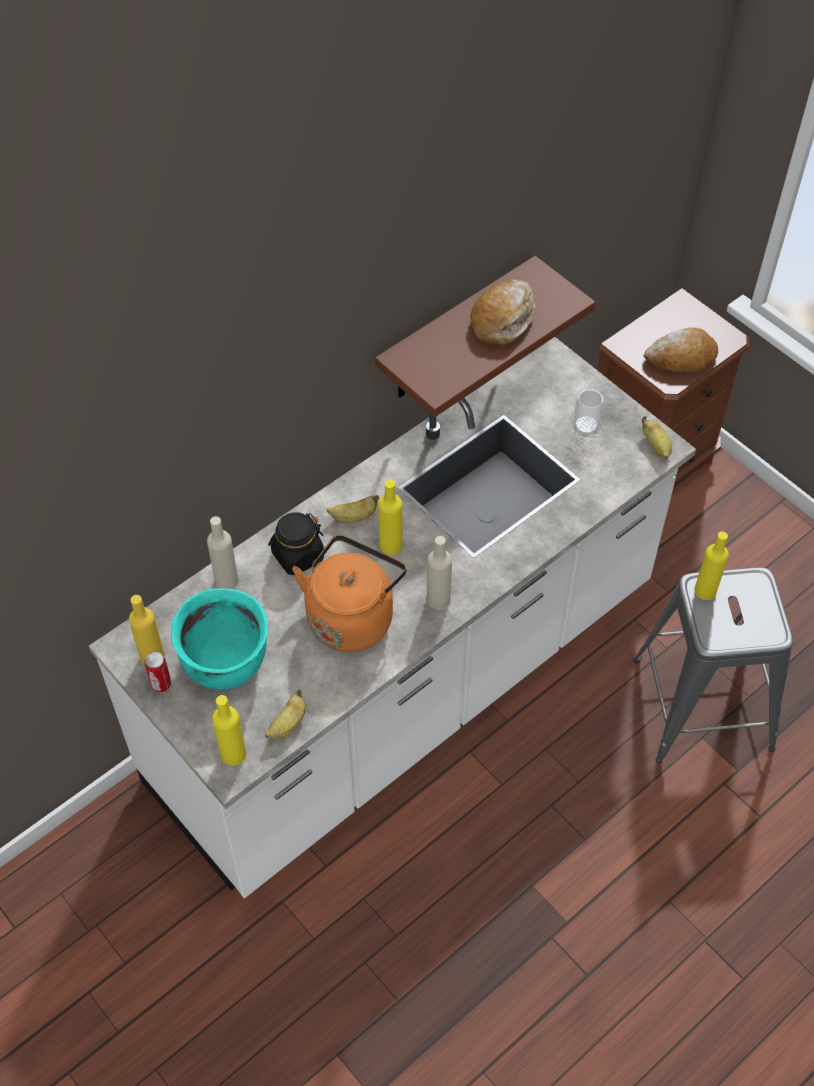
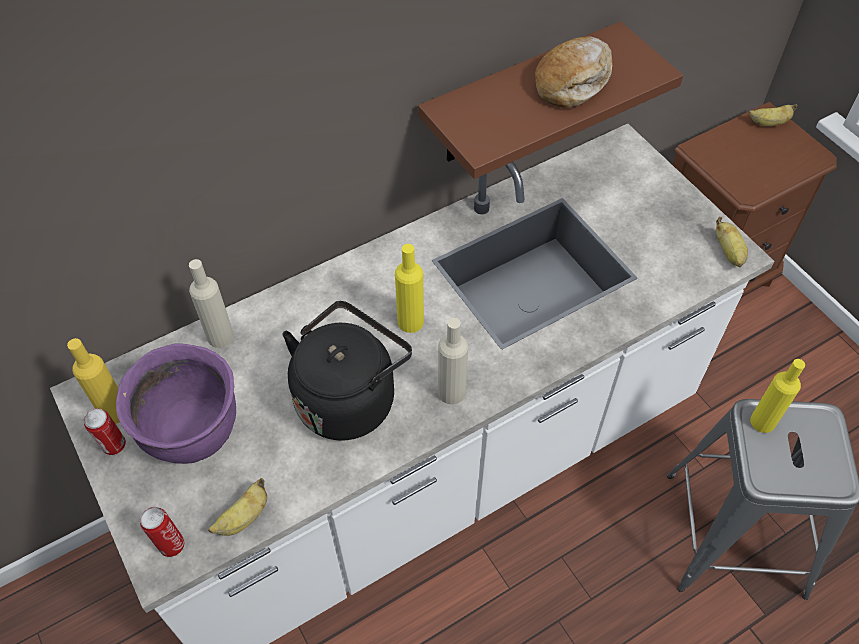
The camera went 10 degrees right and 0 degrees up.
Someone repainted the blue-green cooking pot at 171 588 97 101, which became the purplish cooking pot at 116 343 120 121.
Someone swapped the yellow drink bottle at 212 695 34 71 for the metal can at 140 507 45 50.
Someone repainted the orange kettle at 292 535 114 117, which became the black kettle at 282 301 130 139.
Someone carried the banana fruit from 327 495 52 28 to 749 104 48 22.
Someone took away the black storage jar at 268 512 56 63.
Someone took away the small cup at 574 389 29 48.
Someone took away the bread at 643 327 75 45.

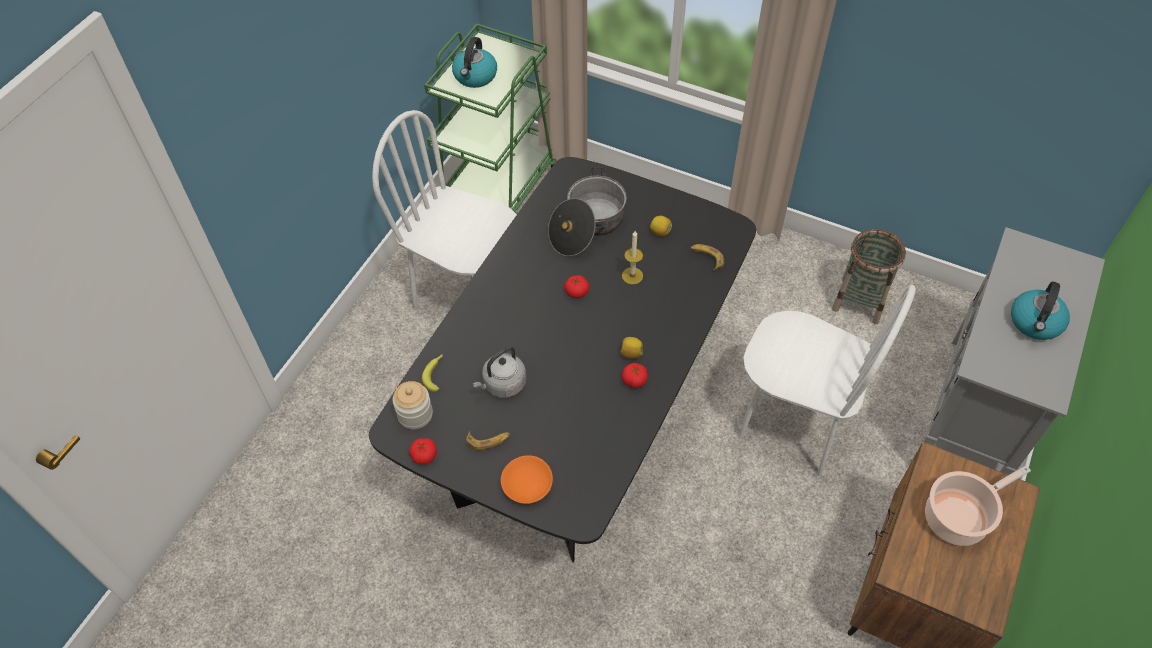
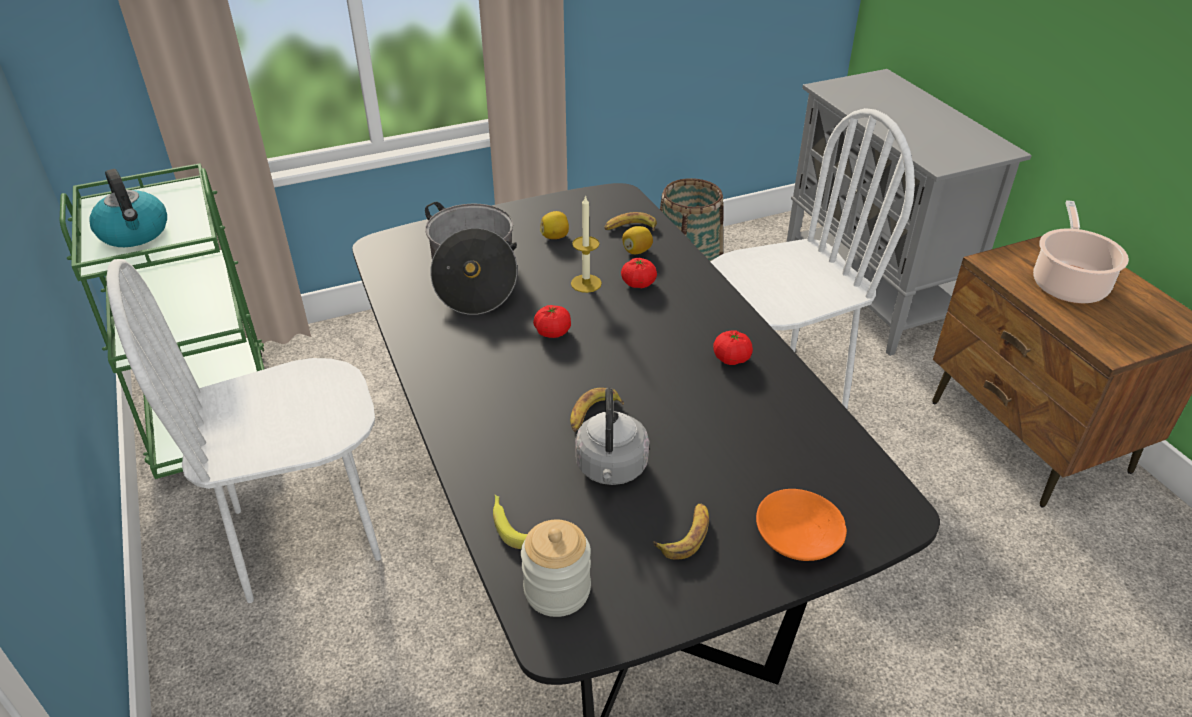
The camera went 50 degrees left and 15 degrees down.
Someone put down the banana fruit at 570 388 54 44.
Someone carried the tomato from 409 438 28 26 to 621 258 36 30.
Someone carried the citrus fruit from 621 337 22 21 to 622 226 31 28.
Someone took away the kettle at 1011 282 59 58.

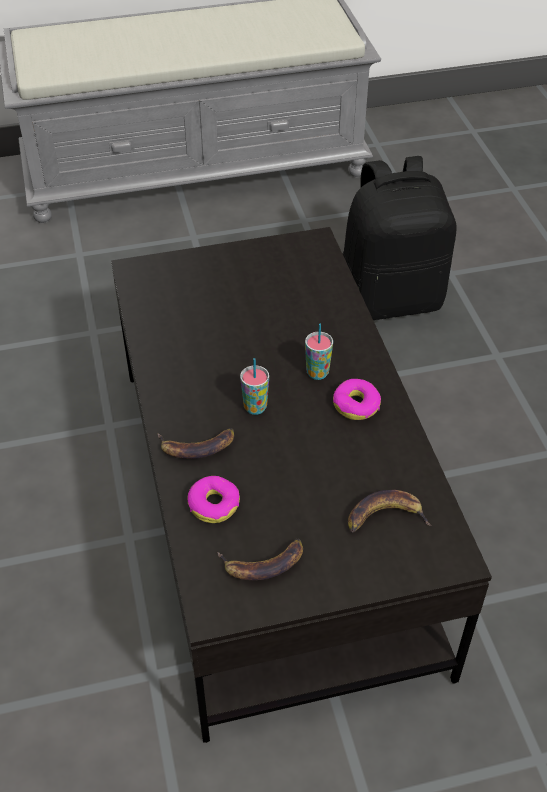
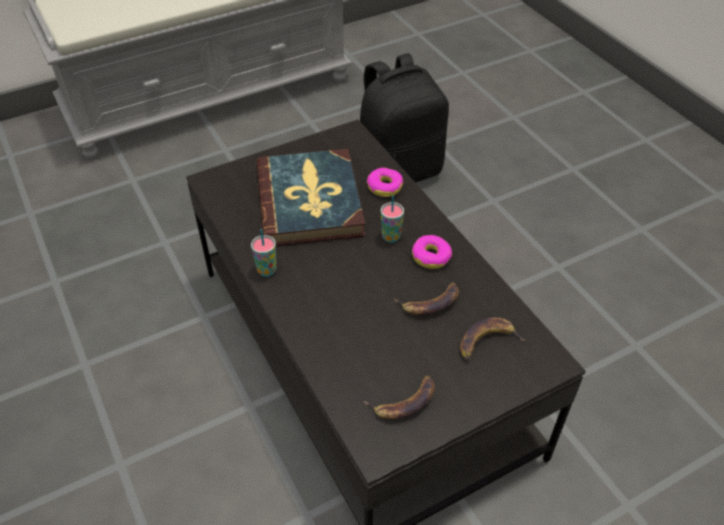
The camera went 15 degrees left and 0 degrees up.
Someone carried the small cup from 240 358 29 57 to 251 229 26 48.
Someone put down the bound book at 257 149 108 97.
Someone carried the donut from 188 476 52 47 to 367 168 36 29.
Someone carried the banana fruit from 157 428 77 31 to 394 282 65 33.

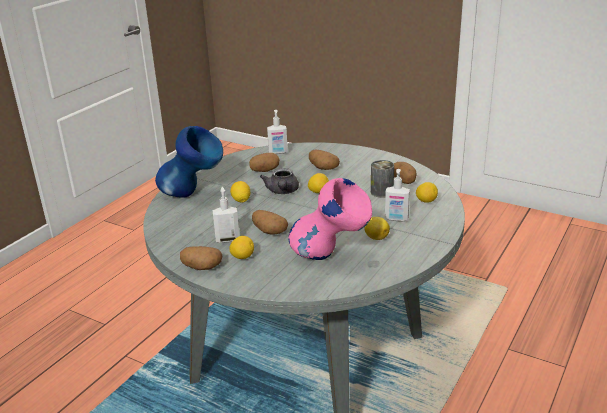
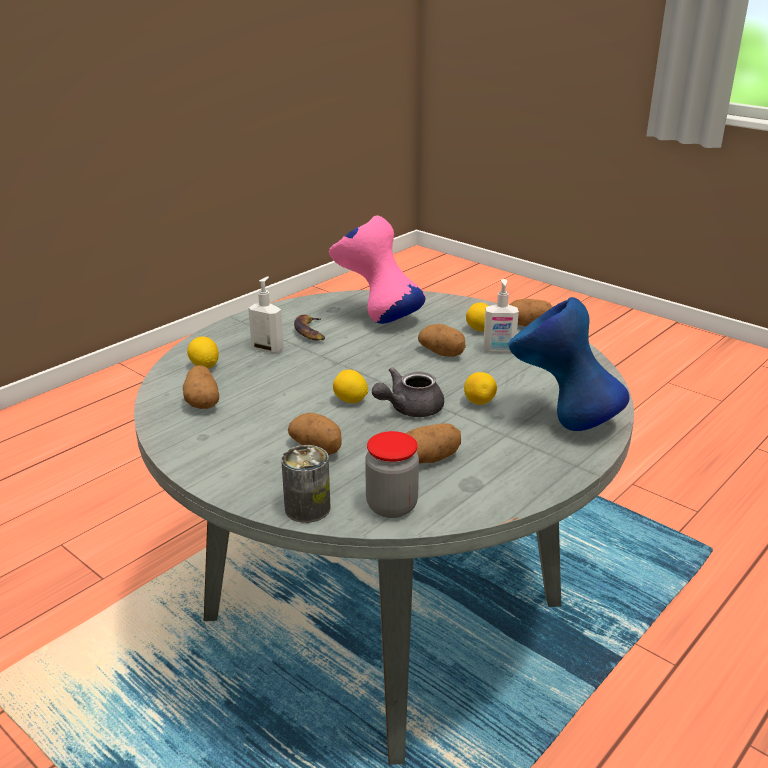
The camera went 170 degrees left and 0 degrees up.
Someone carried the metal can from 371 160 23 38 to 281 445 50 78.
Someone swapped the citrus fruit at 364 217 26 23 for the banana fruit at 294 314 31 27.
Someone swapped the soap dispenser at 267 110 21 44 for the storage jar at 365 431 54 87.
Someone rotated the gray teapot at 260 168 39 26 by 135 degrees counterclockwise.

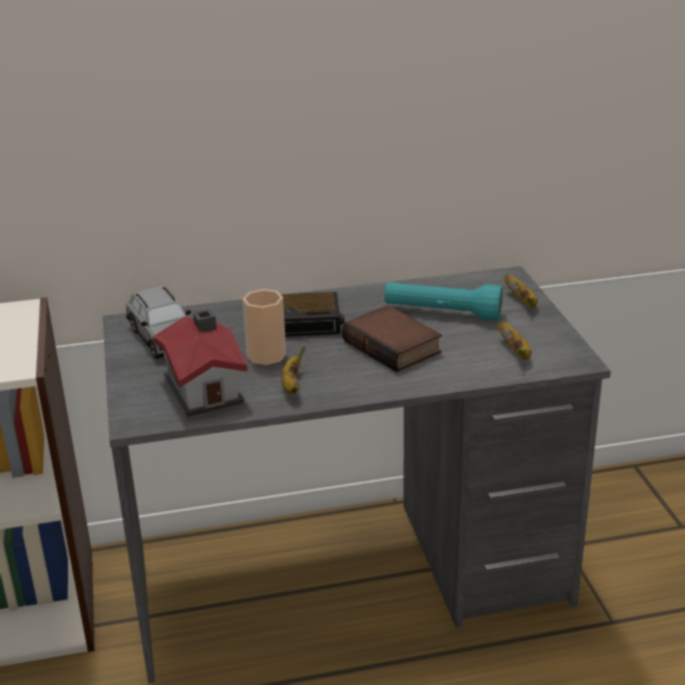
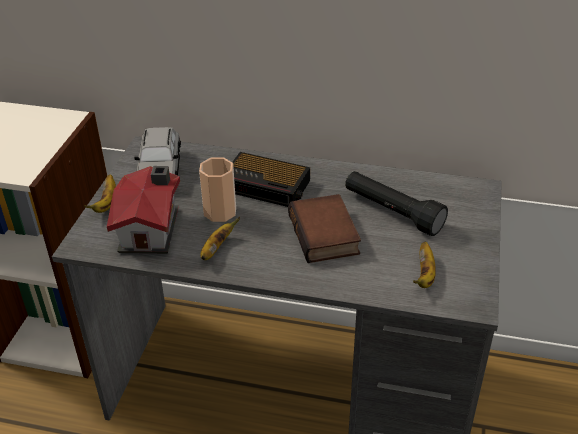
The camera went 25 degrees right and 10 degrees up.
Someone carried the banana fruit from 504 274 34 34 to 84 174 32 39.
Someone repainted the blue-green hand torch at 384 282 119 39, which became the black hand torch at 345 171 103 65.

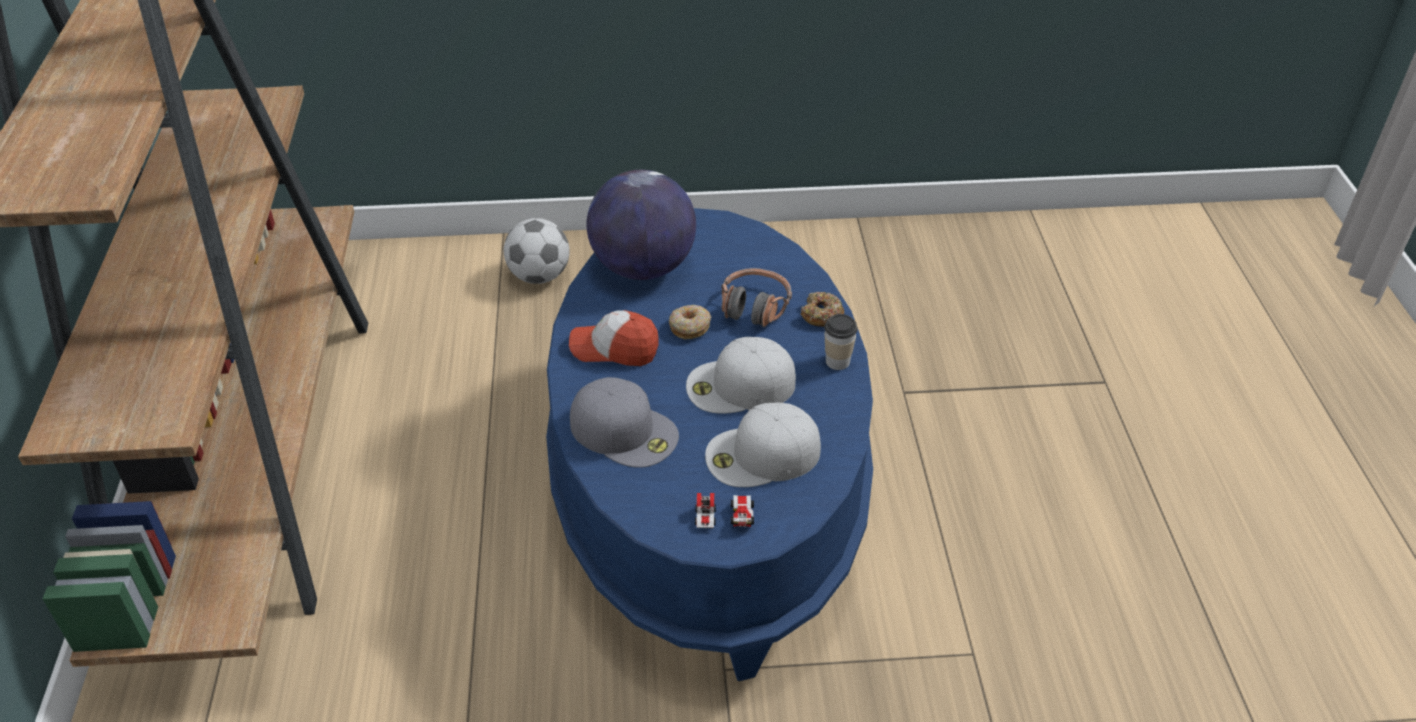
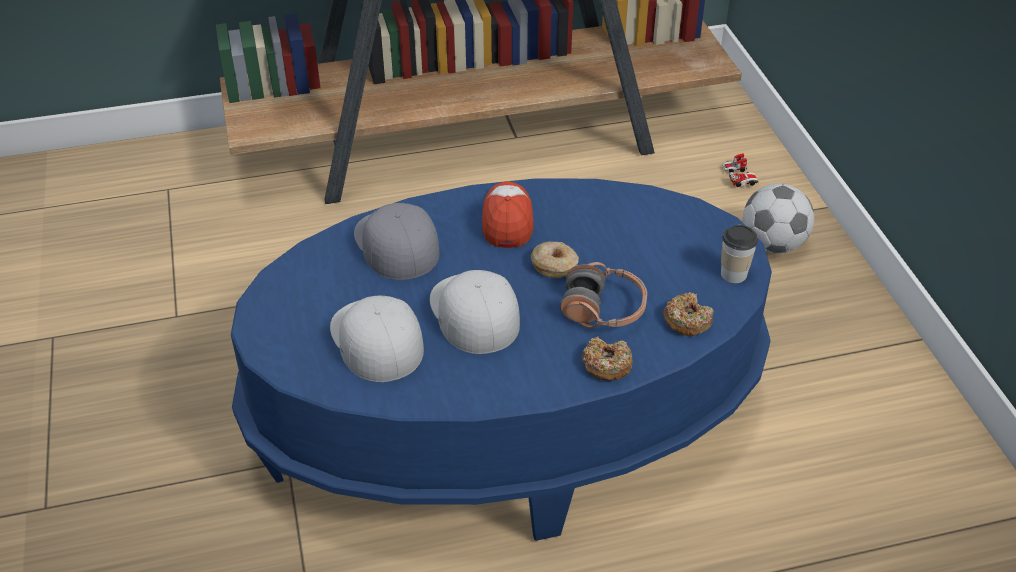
The camera went 80 degrees right and 0 degrees up.
Someone rotated the gray baseball cap at 570 377 109 91 by 135 degrees clockwise.
Someone put down the donut at 663 292 51 44.
Someone carried the small cup from 824 314 34 56 to 721 225 37 58.
Someone carried the miniature car from 695 493 59 35 to 722 153 36 34.
Someone took away the desk globe at 587 170 109 110.

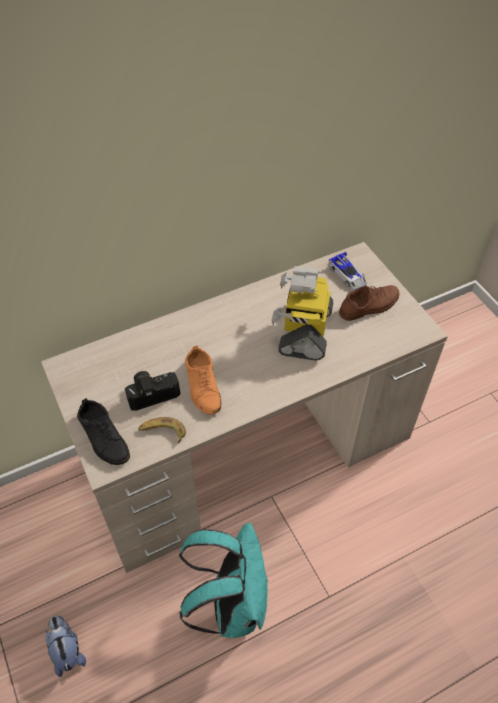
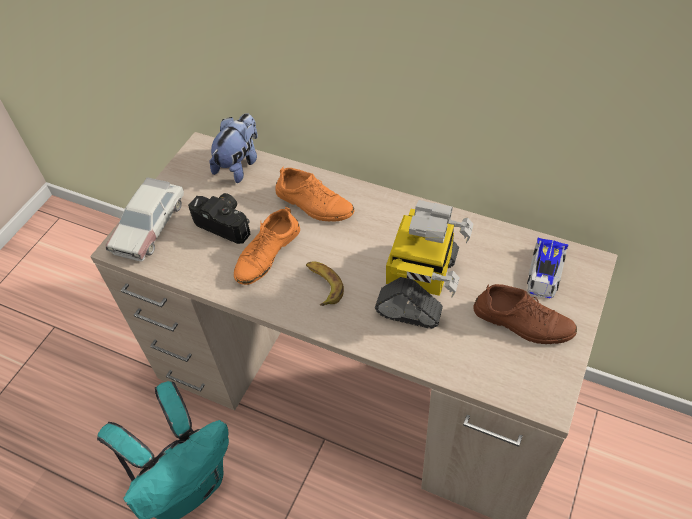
The camera went 55 degrees right and 0 degrees up.
Someone swapped the black item of footwear at 77 398 53 67 for the miniature car at 106 177 78 85.
Someone carried the soft toy from 46 615 40 62 to 209 113 49 70.
Someone put down the orange item of footwear at 276 166 78 56.
Someone carried the banana fruit from 139 417 47 27 to 306 261 38 45.
Someone rotated the model robot at 271 266 62 94 by 135 degrees clockwise.

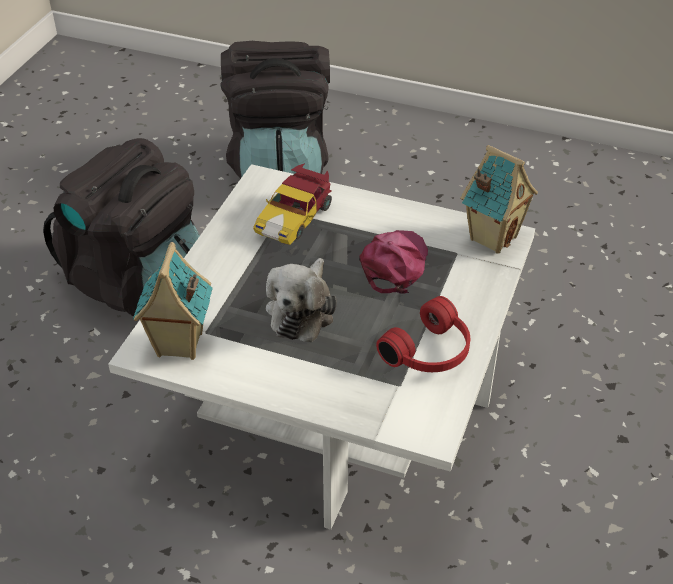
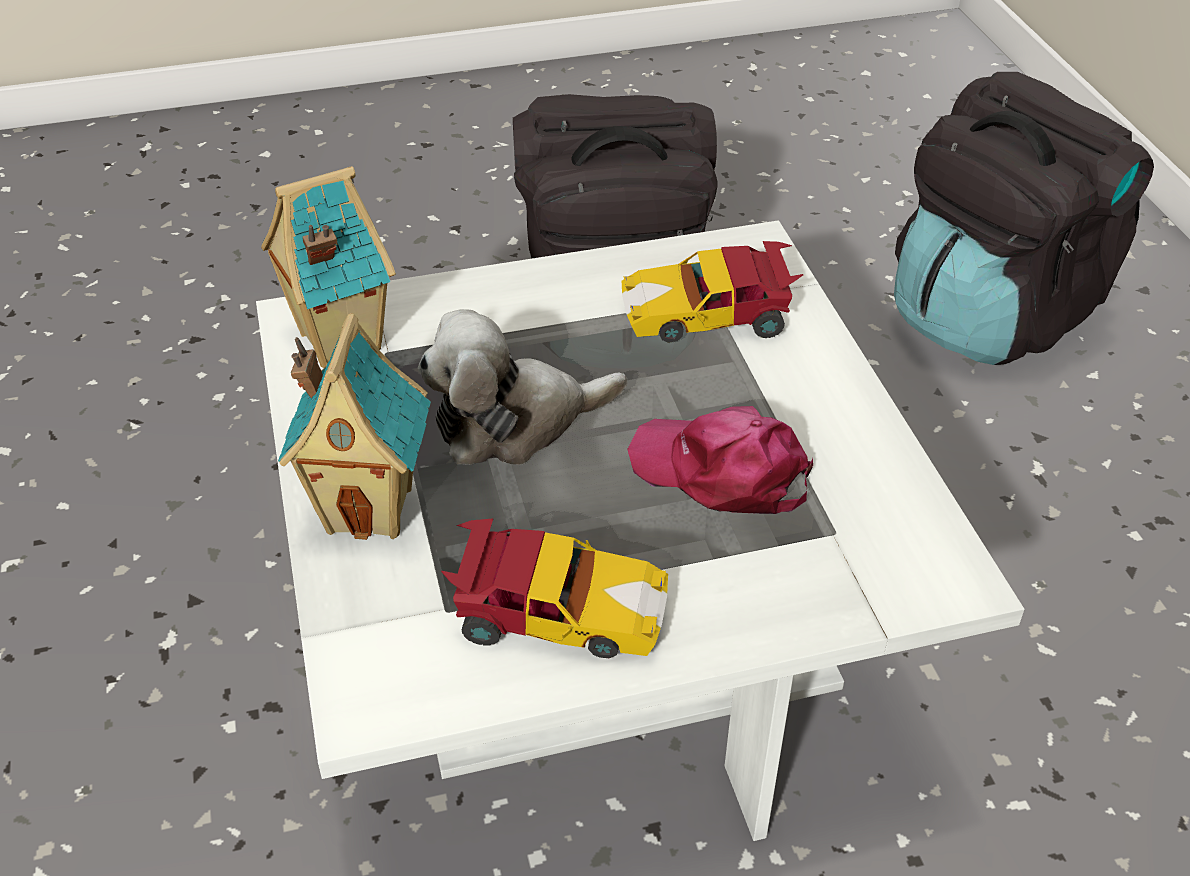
The camera went 55 degrees right and 0 degrees up.
Someone carried the model house from 460 145 78 109 to 278 313 153 227.
Someone swapped the red pair of headphones at 376 296 94 76 for the miniature car at 441 518 227 140.
Someone rotated the pink-coloured baseball cap at 359 230 69 64 by 135 degrees counterclockwise.

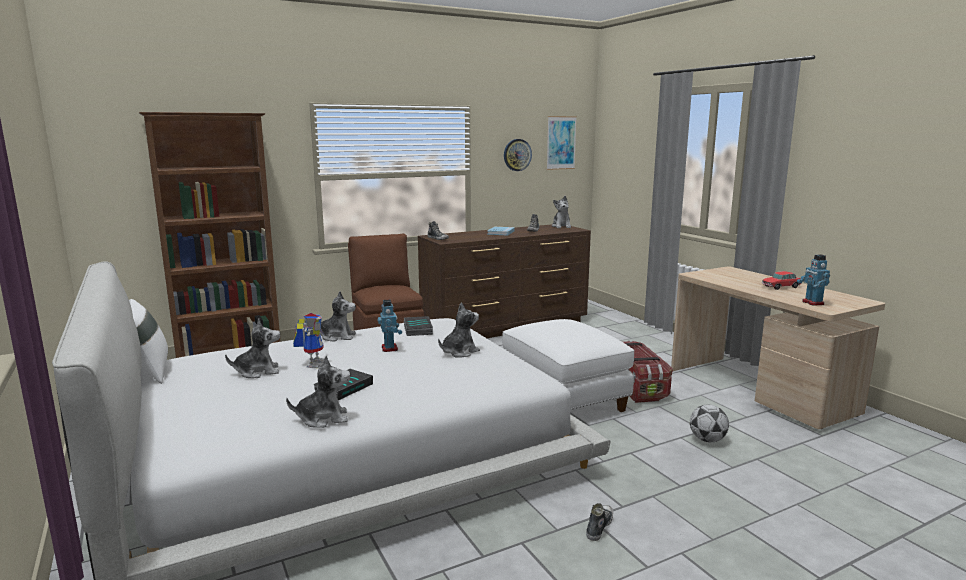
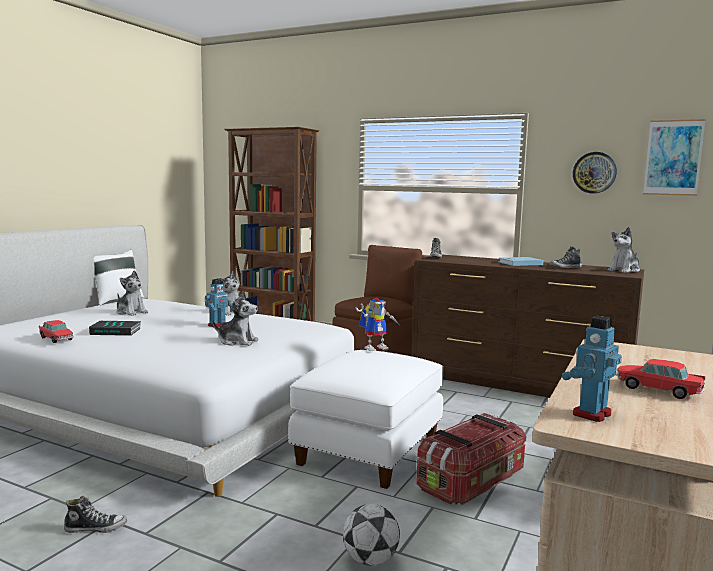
The camera went 55 degrees right and 5 degrees down.
Someone swapped the soft toy at 286 356 65 72 for the miniature car at 39 320 35 23.
Someone carried the model robot from 293 313 31 55 to 356 297 43 54.
Someone took away the bound book at 404 316 29 20.

